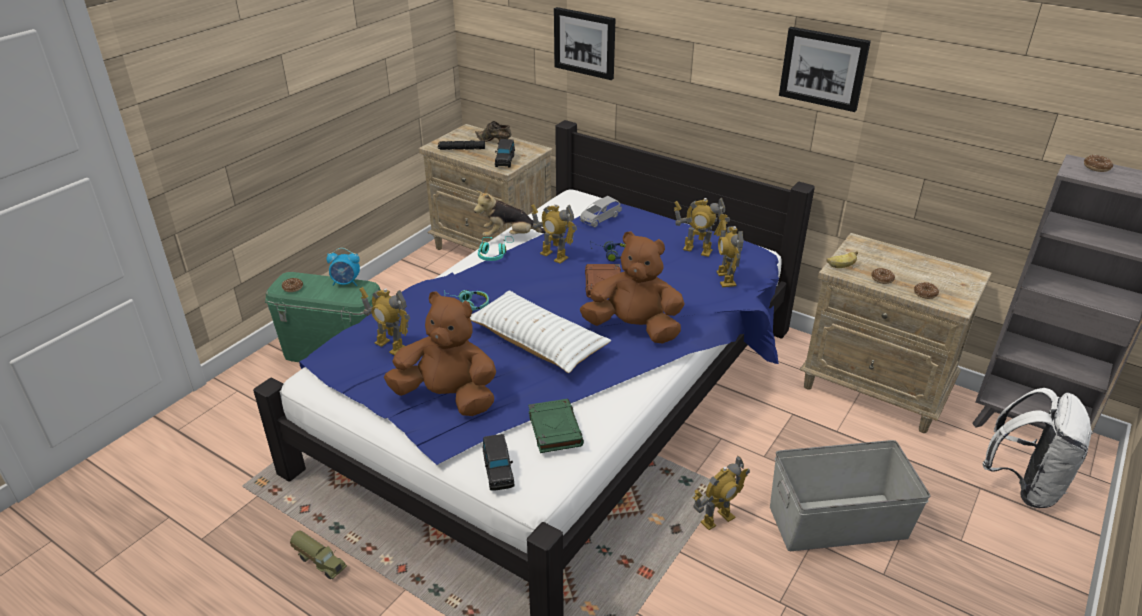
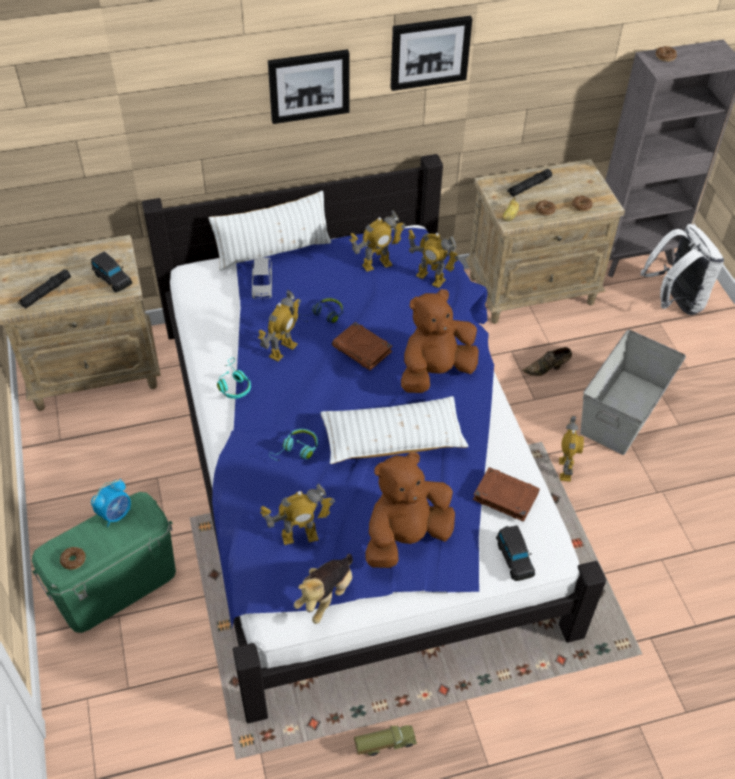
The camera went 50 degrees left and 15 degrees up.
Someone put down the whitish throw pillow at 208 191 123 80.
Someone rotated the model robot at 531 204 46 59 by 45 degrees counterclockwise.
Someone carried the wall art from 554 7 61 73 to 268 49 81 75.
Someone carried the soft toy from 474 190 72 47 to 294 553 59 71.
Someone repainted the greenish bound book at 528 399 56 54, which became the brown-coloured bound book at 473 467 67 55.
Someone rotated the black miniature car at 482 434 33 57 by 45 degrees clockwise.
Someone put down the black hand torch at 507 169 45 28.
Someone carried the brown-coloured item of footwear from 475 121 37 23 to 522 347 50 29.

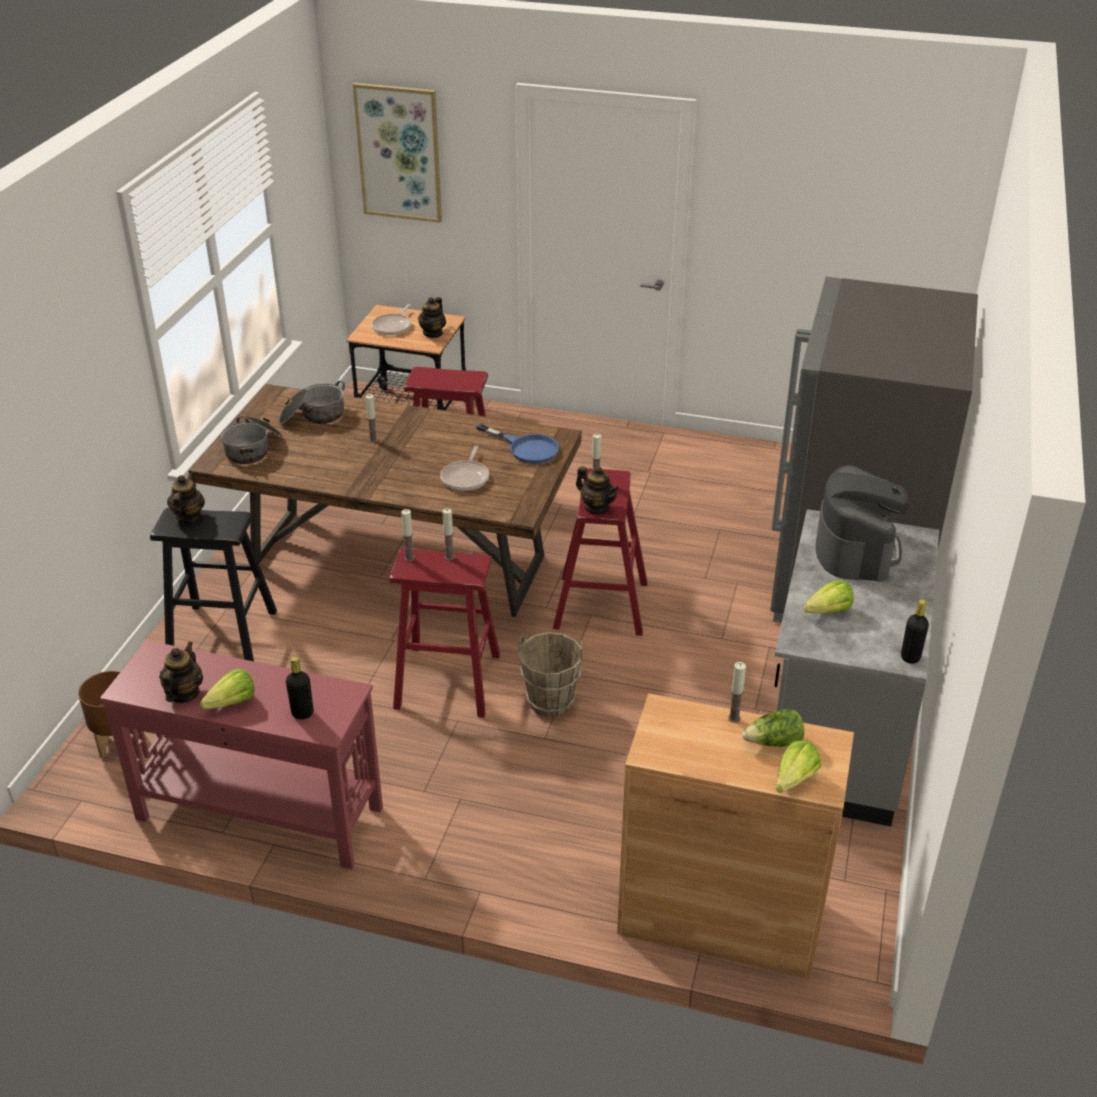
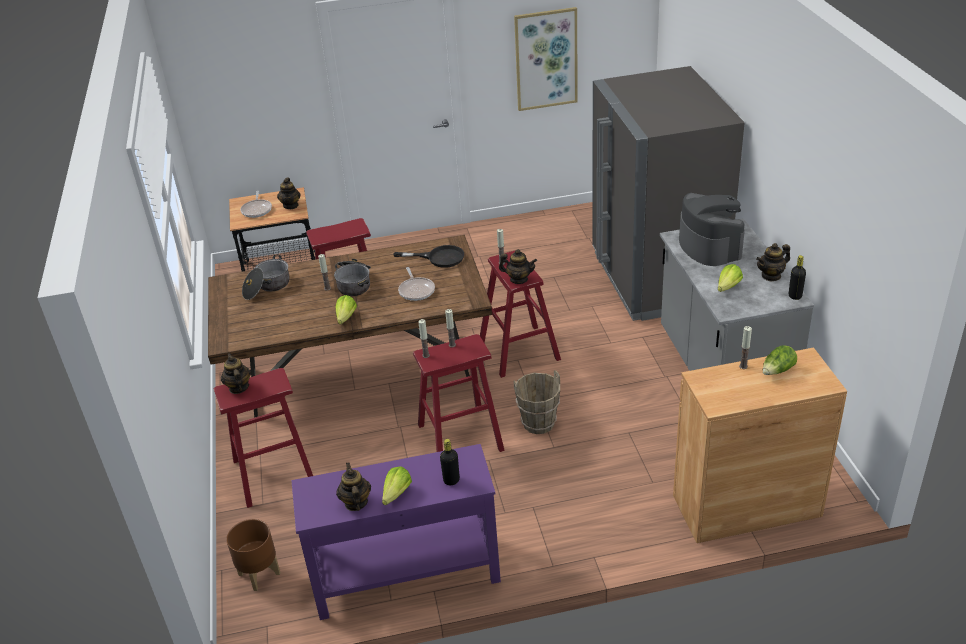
The camera went 25 degrees left and 0 degrees up.
Someone repainted the black stool seat at 150 508 127 153, which became the red stool seat at 214 368 99 140.
Someone repainted the red console table at 100 640 283 229, which became the purplish console table at 291 444 210 176.
Someone carried the cooking pot from 221 416 62 48 to 334 259 37 37.
Someone carried the lettuce head from 776 741 45 52 to 335 295 22 29.
Someone repainted the blue frying pan at 476 424 83 40, which became the black frying pan at 394 245 70 23.
Someone carried the wall art from 353 83 89 140 to 514 7 63 104.
Someone put down the teapot at 756 243 34 39.

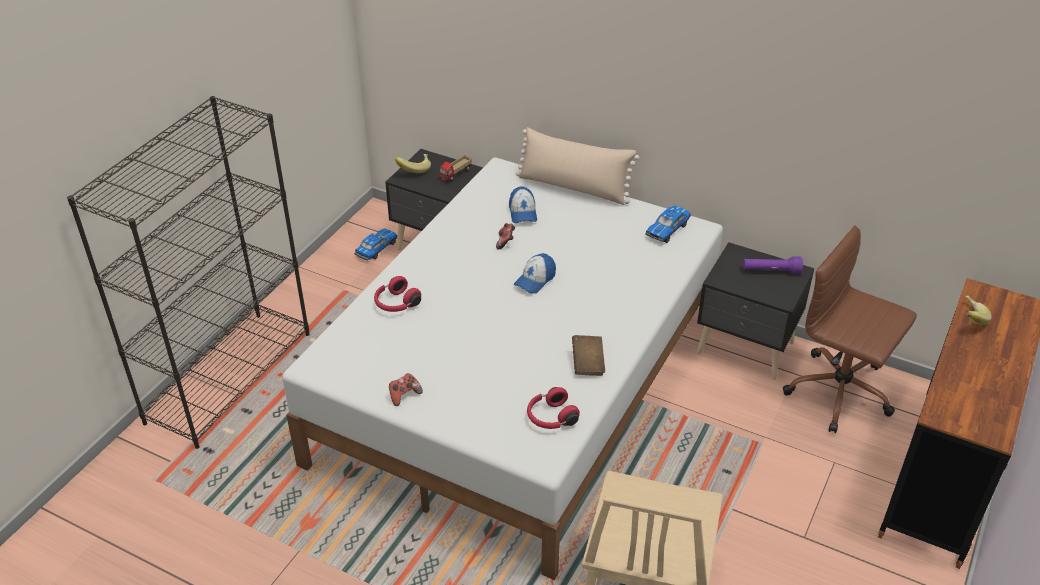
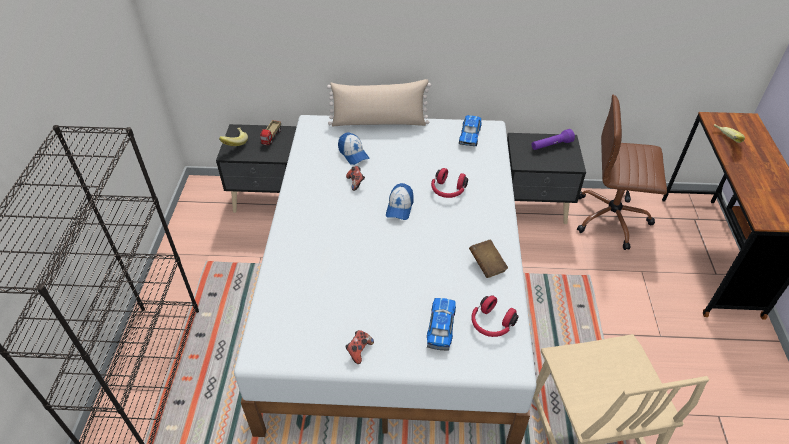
The camera went 25 degrees left and 5 degrees up.
Someone carried the miniature car from 354 228 44 33 to 427 298 29 53.
Someone carried the red pair of headphones from 374 276 47 36 to 431 168 37 30.

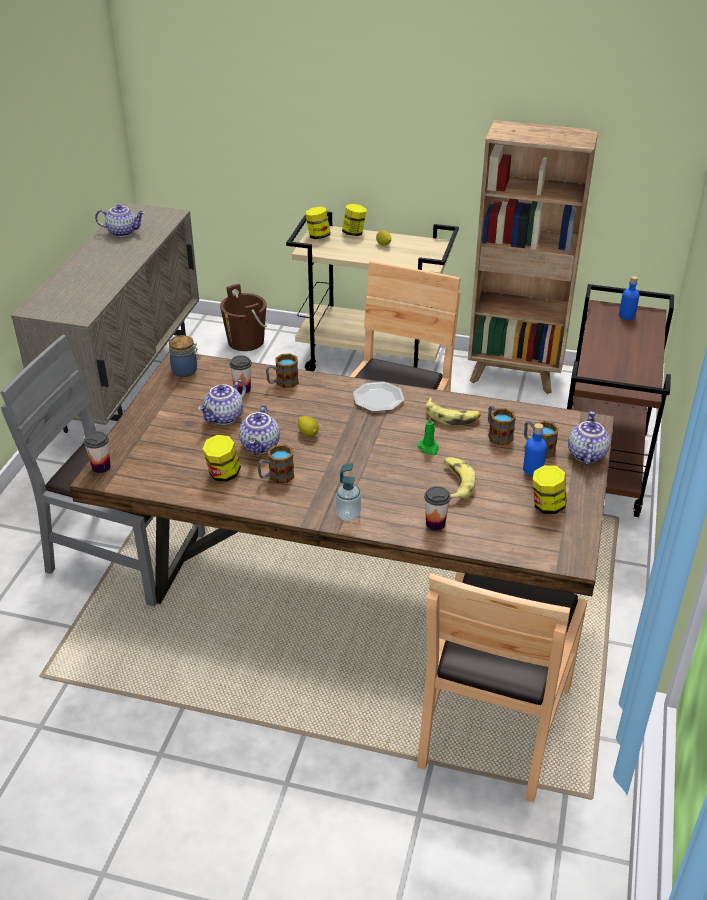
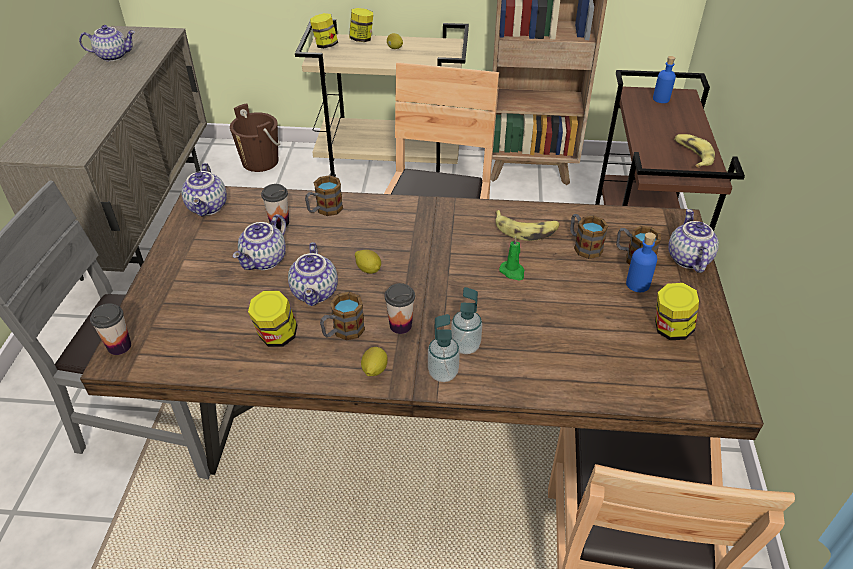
The camera went 10 degrees left and 5 degrees up.
Someone swapped the storage jar at 169 335 31 42 for the teapot at 181 163 46 54.
Someone put down the citrus fruit at 361 347 27 29.
Someone carried the small cup from 424 486 27 45 to 385 283 30 51.
Someone put down the soap dispenser at 451 287 31 67.
Someone carried the banana fruit from 444 457 32 43 to 674 134 41 34.
Someone took away the dinner plate at 353 382 51 30.

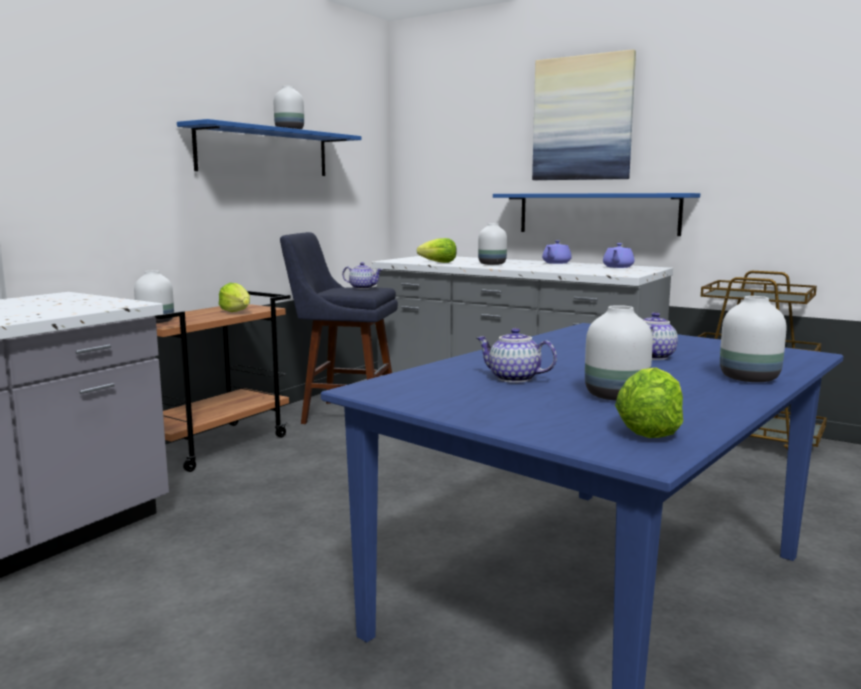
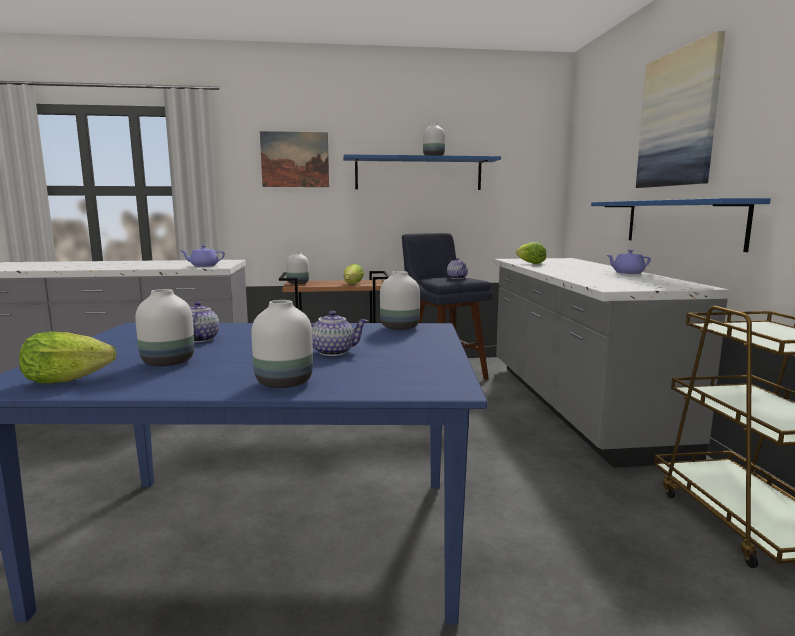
The camera went 50 degrees right and 0 degrees up.
Someone carried the purplish teapot from 603 243 31 25 to 179 245 46 22.
Someone put up the wall art at 260 131 69 56.
Someone carried the whitish decorative vase from 478 223 29 42 to 380 271 40 59.

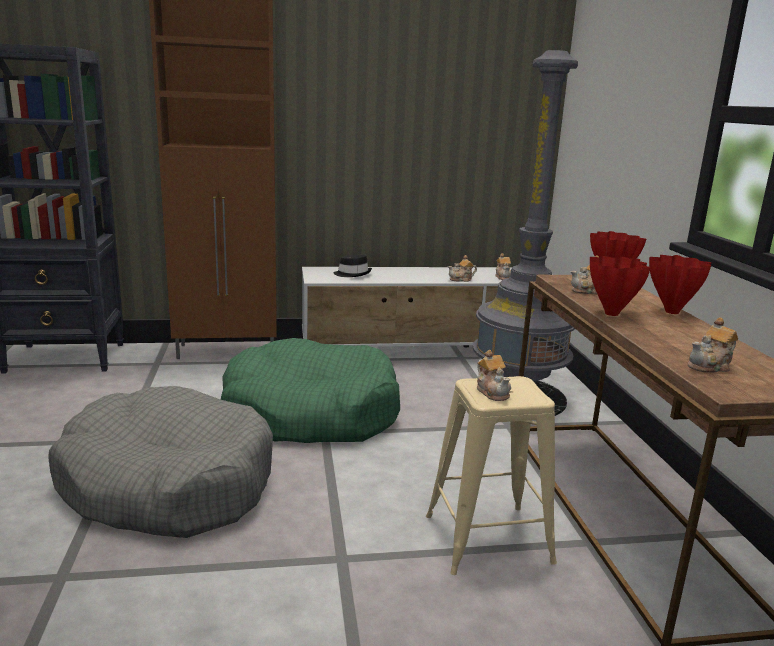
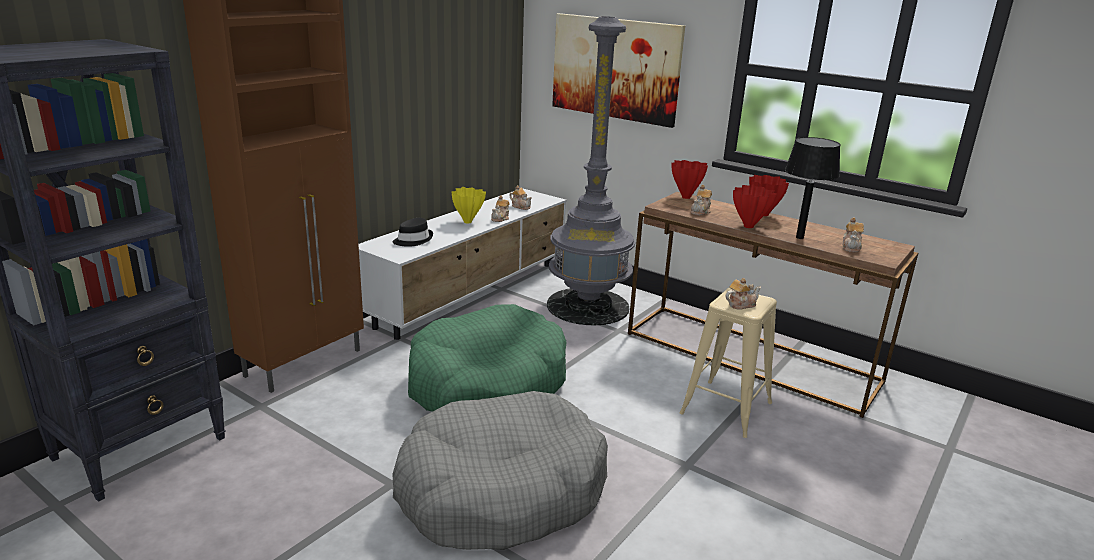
The camera went 45 degrees left and 5 degrees up.
Someone put down the yellow decorative vase at 452 187 34 36.
Someone put up the wall art at 552 13 133 115.
Someone rotated the teapot at 477 350 34 51 by 45 degrees counterclockwise.
Someone put down the black table lamp at 785 137 55 102.

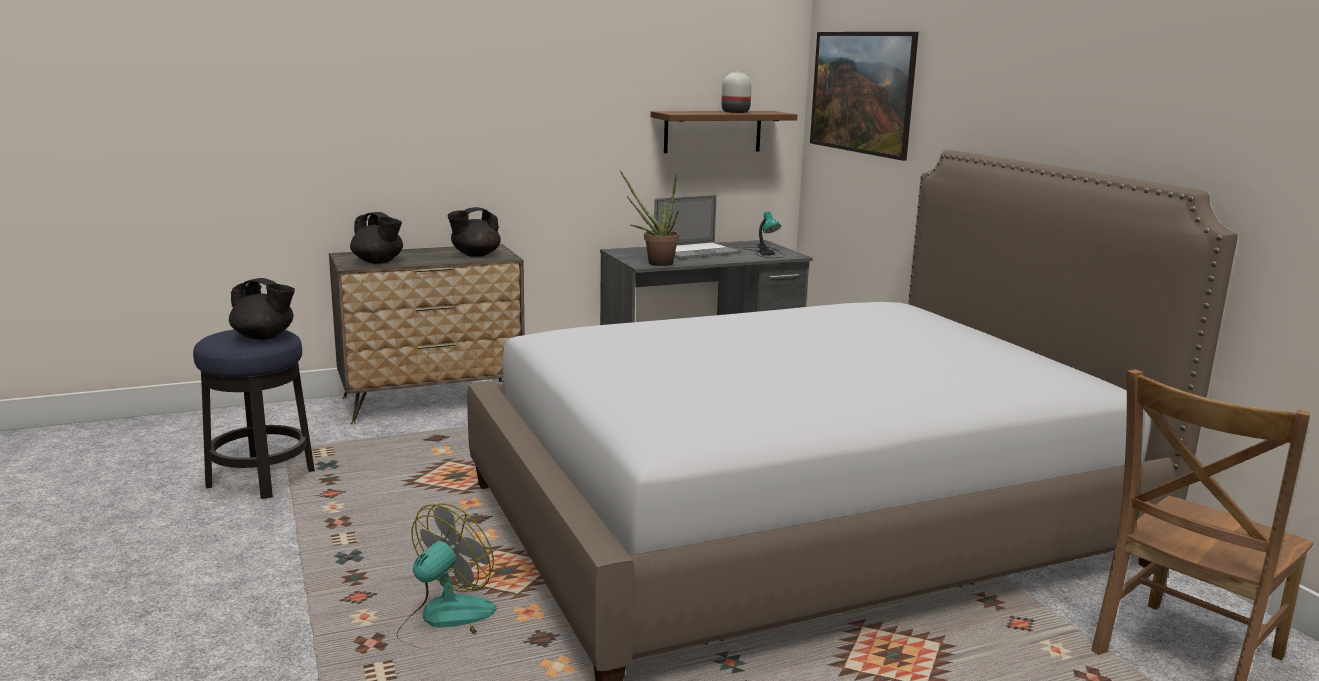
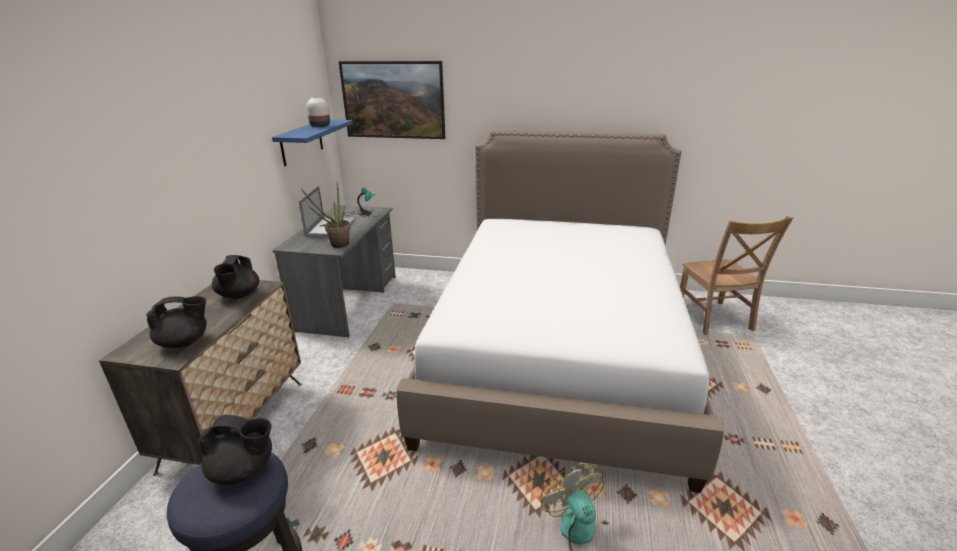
The camera went 55 degrees left and 10 degrees up.
Someone rotated the black teapot at 229 278 66 62 by 45 degrees clockwise.
Someone repainted the brown-coloured shelf at 650 111 148 42, which became the blue shelf at 272 120 81 46.

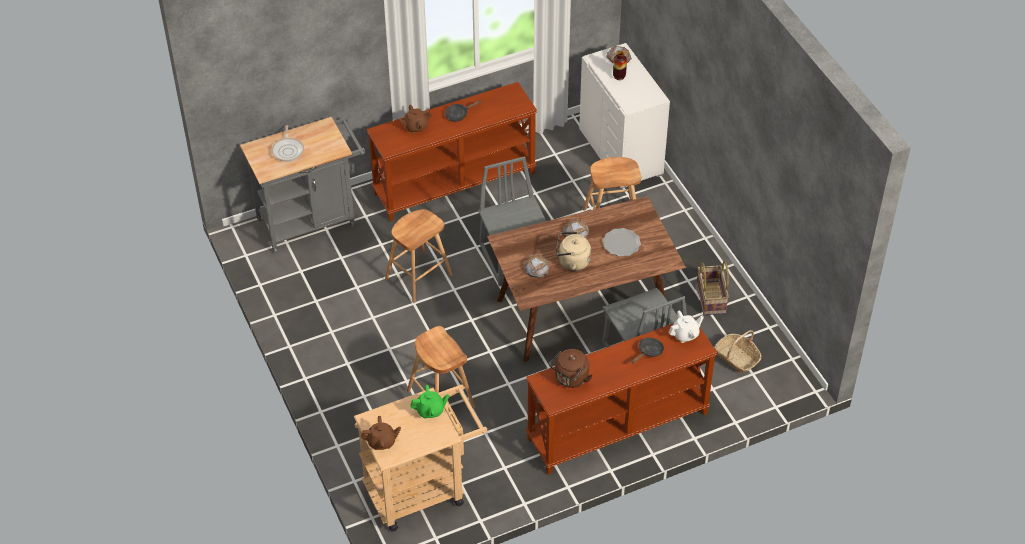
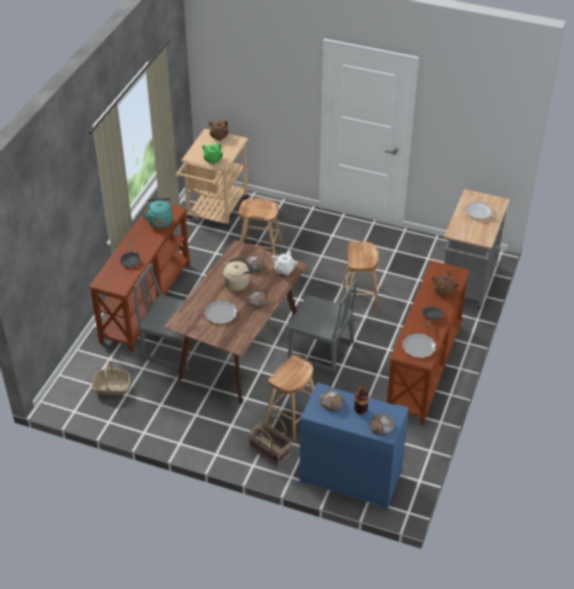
The camera went 135 degrees right and 5 degrees down.
Someone repainted the brown-coloured kettle at 549 349 44 39, which became the blue-green kettle at 141 198 32 31.
Someone carried the basket from 697 261 32 54 to 248 415 44 52.
Someone carried the whitish teapot from 669 311 35 32 to 272 250 26 25.
Someone repainted the whitish dresser at 579 43 91 146, which became the blue dresser at 300 382 109 127.
Someone put down the bread at 320 389 23 22.
Someone put down the dinner plate at 402 333 34 25.

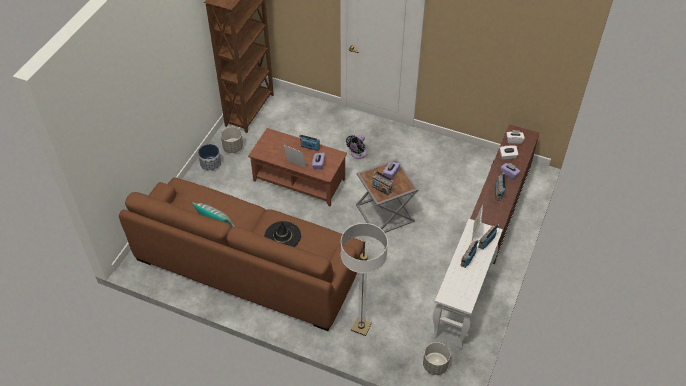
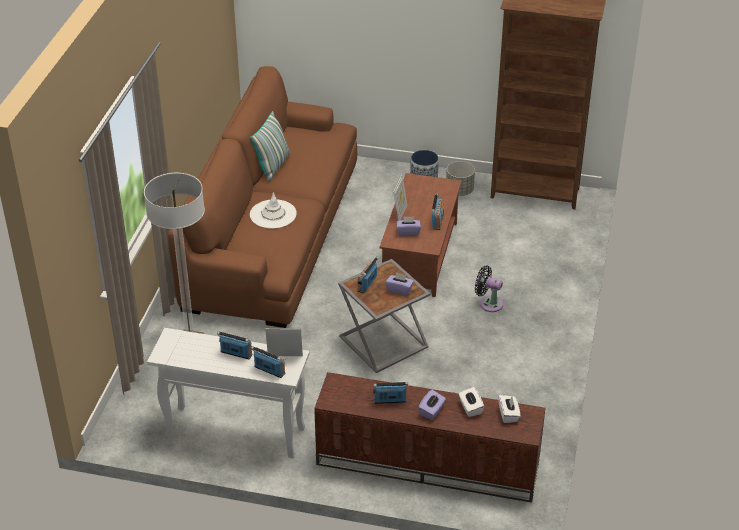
The camera went 80 degrees right and 10 degrees down.
Someone repainted the black hat at 264 221 37 26, which became the whitish hat at 250 192 47 37.
Someone took away the gray flower pot at 423 342 27 33.

